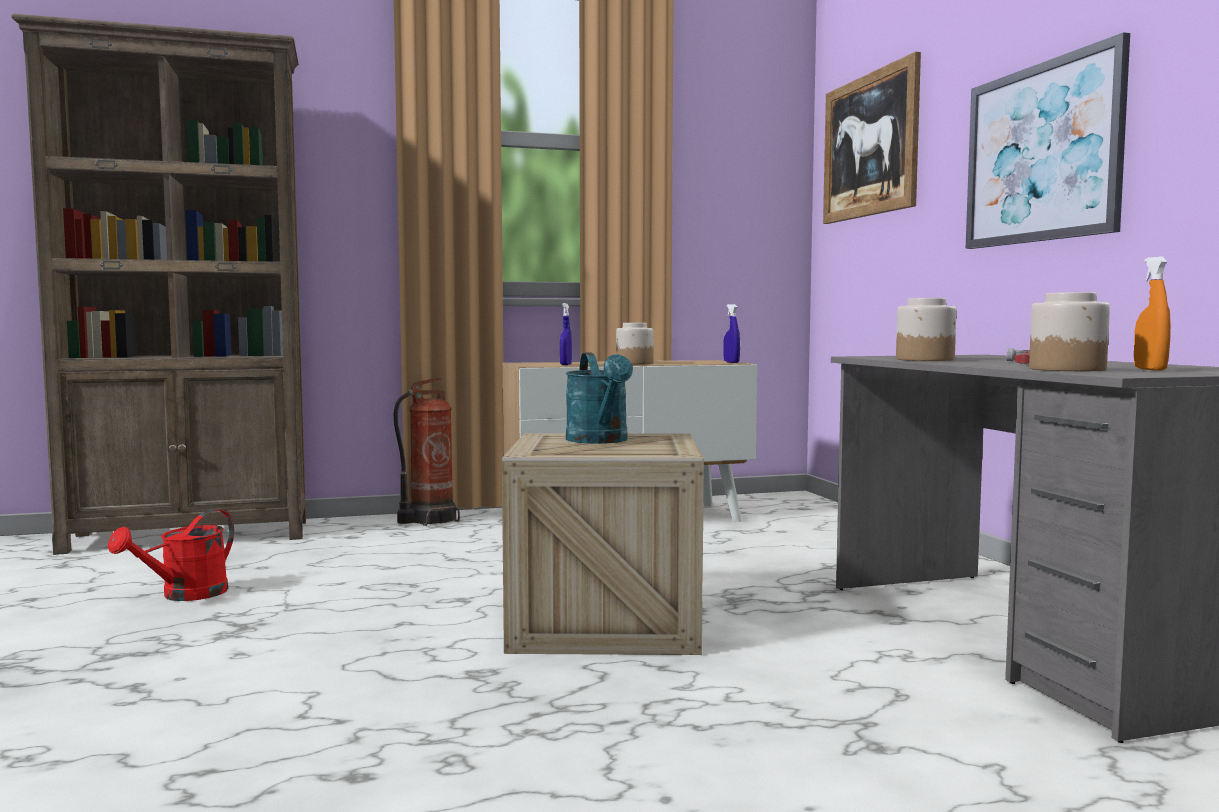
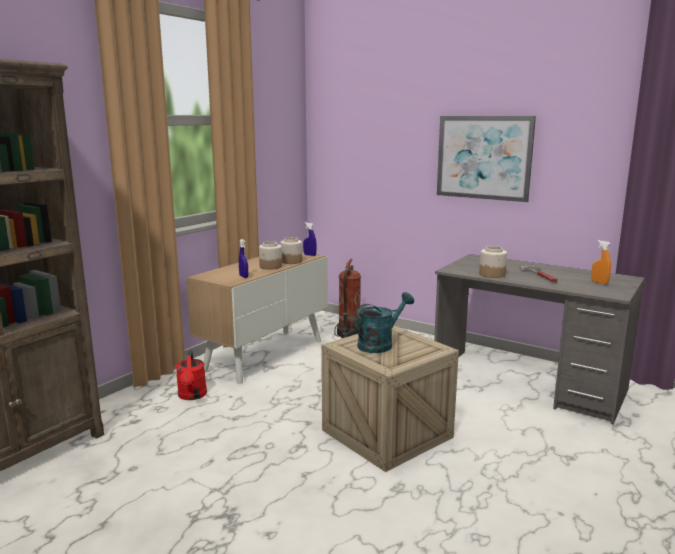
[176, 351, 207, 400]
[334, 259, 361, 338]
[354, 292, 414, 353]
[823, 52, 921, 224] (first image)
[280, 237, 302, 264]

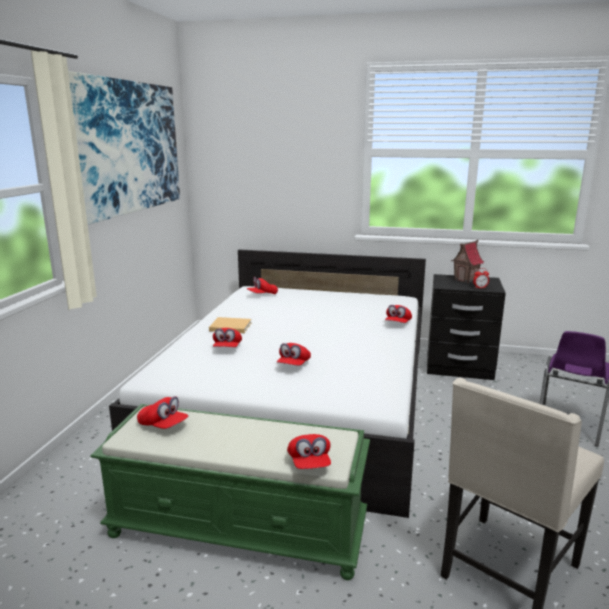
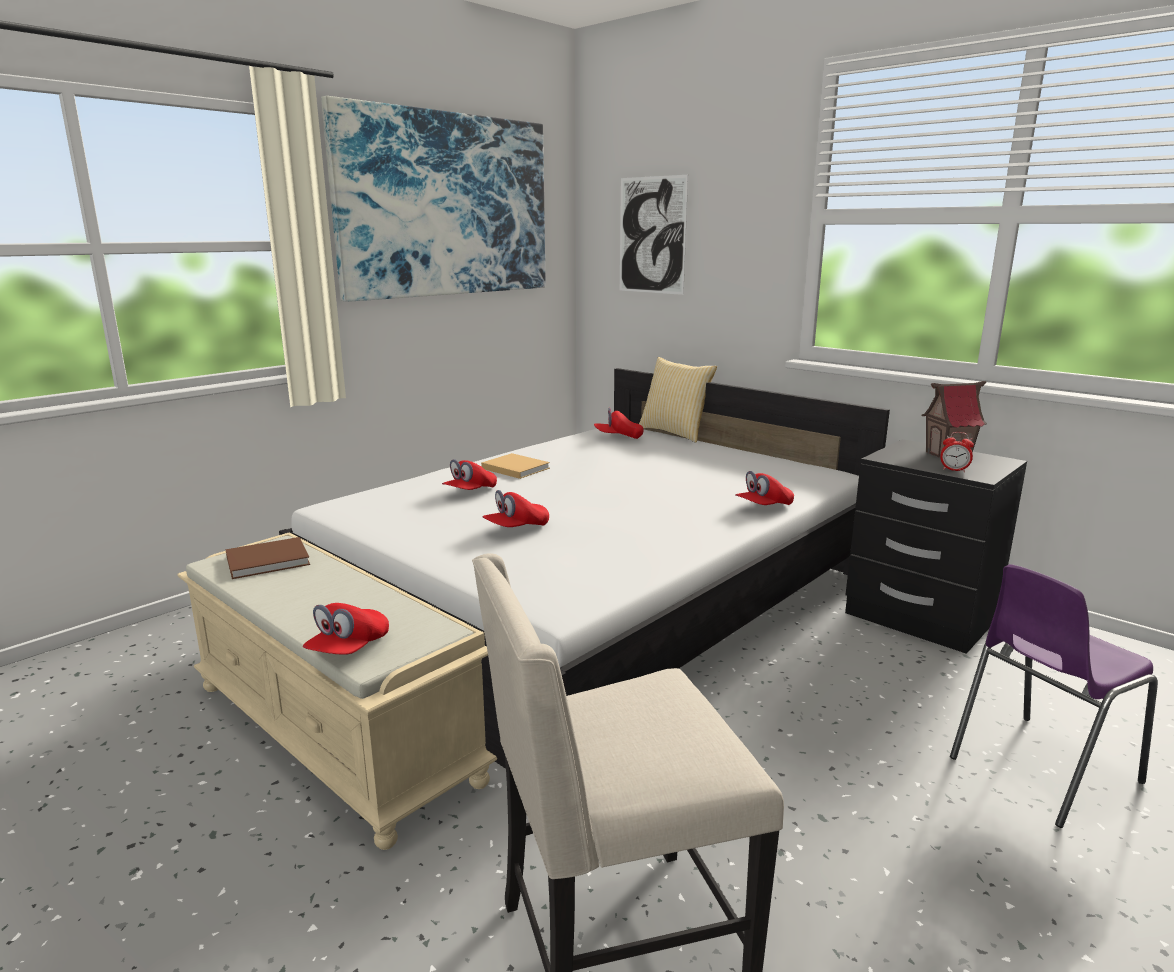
[177, 532, 497, 850]
[226, 537, 310, 579]
[620, 175, 688, 295]
[639, 357, 717, 442]

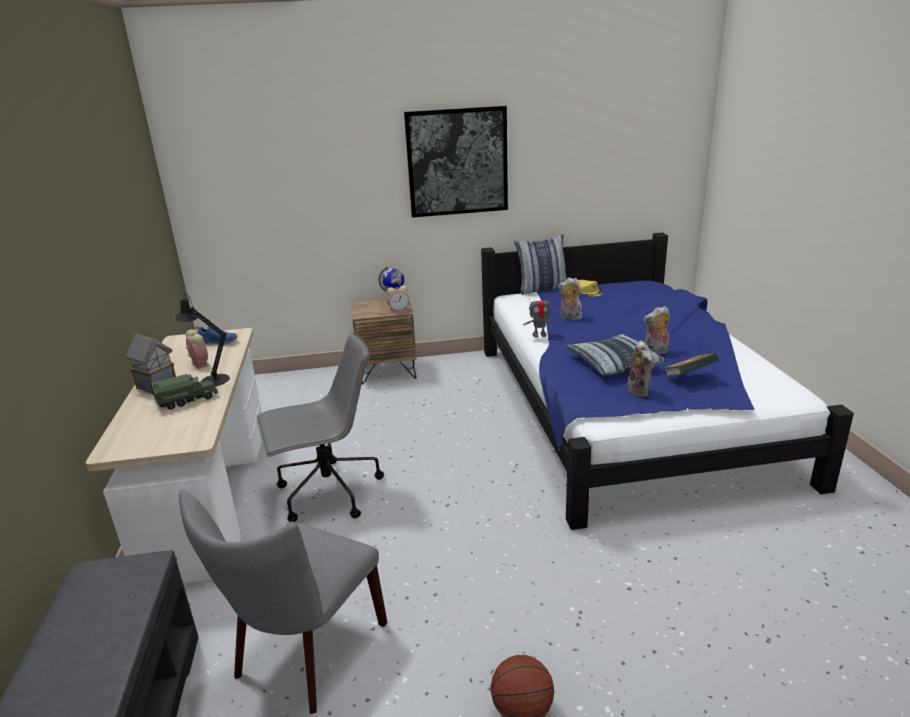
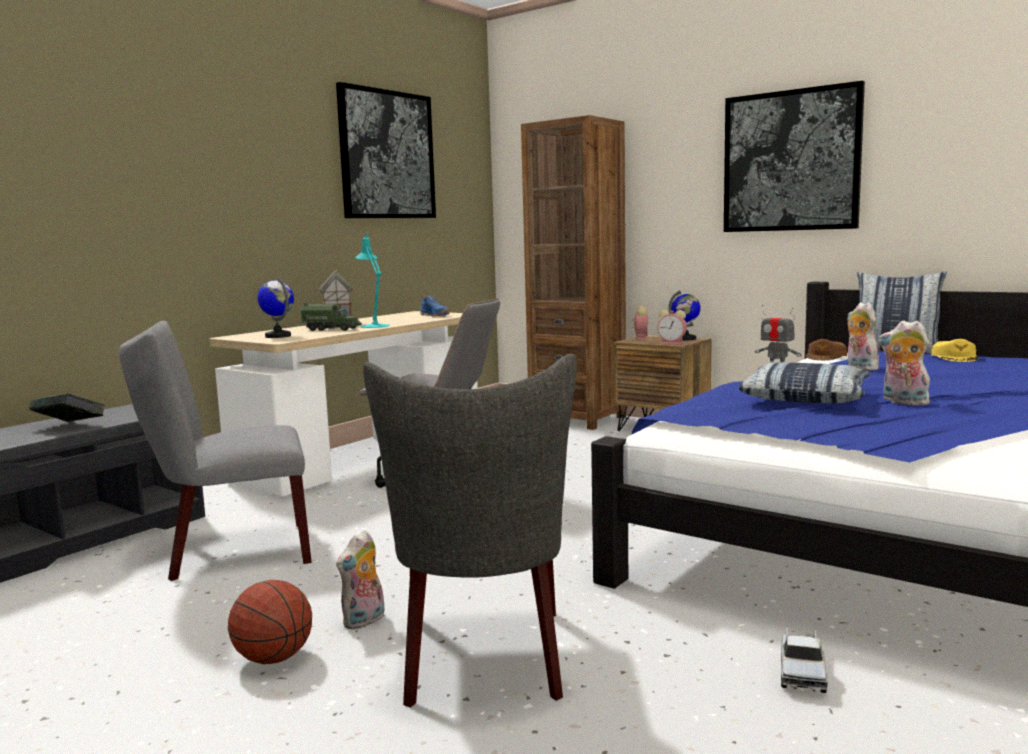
[355, 232, 390, 328]
[632, 306, 648, 340]
[336, 530, 385, 630]
[29, 393, 106, 422]
[257, 276, 294, 338]
[336, 82, 436, 218]
[363, 354, 577, 708]
[521, 115, 626, 430]
[781, 626, 828, 693]
[806, 339, 847, 360]

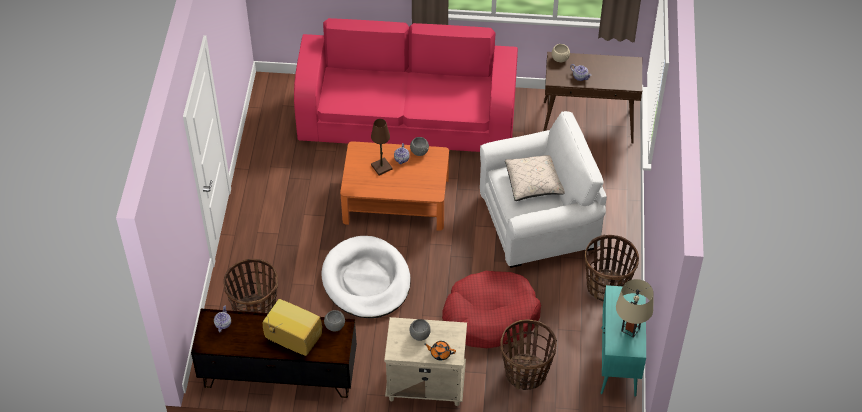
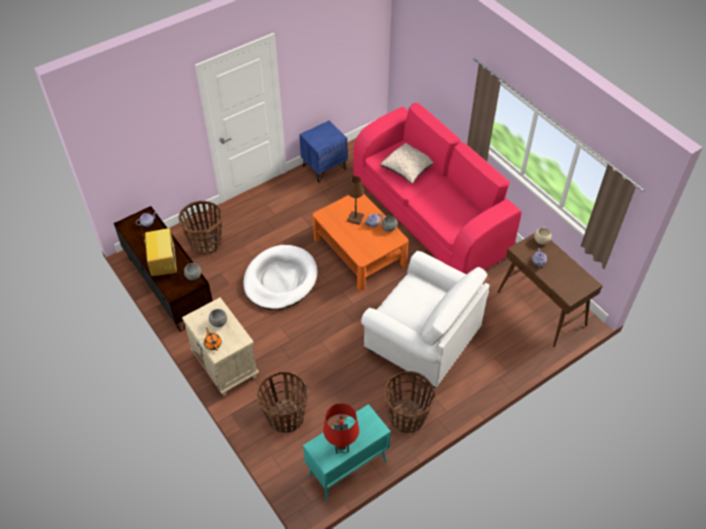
[442, 271, 541, 348] (first image)
[380, 143, 434, 184]
[323, 403, 359, 453]
[299, 121, 347, 183]

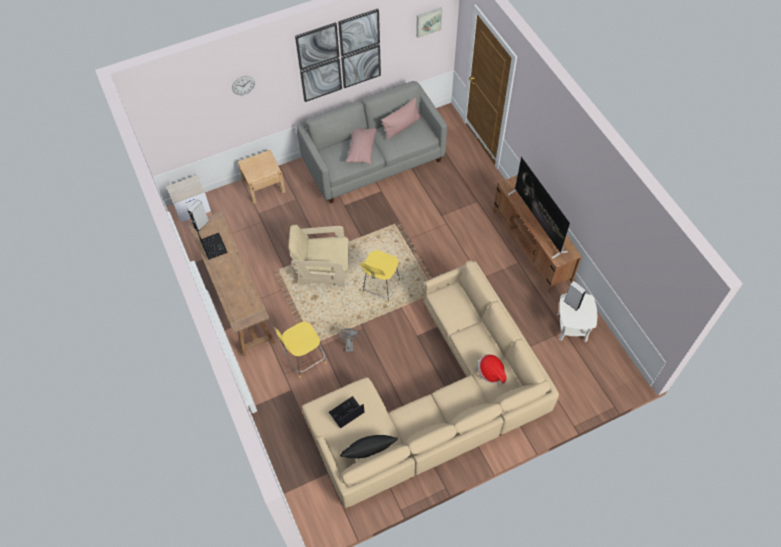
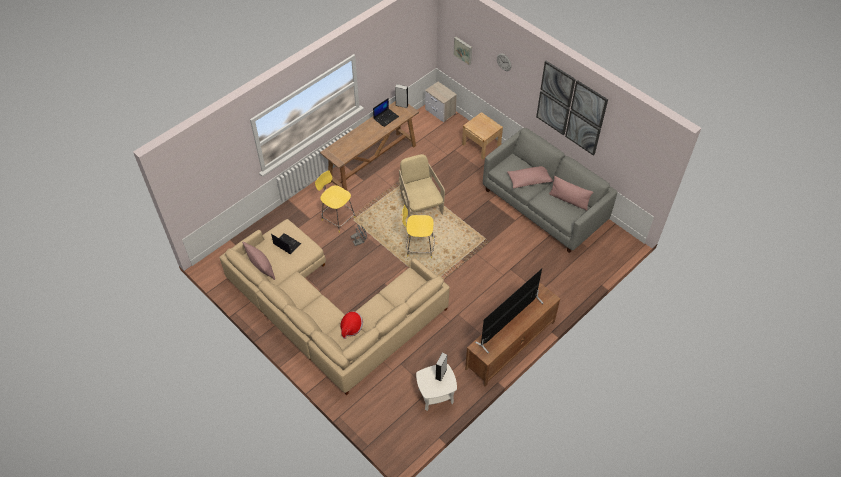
[242, 241, 275, 280]
[453, 37, 472, 65]

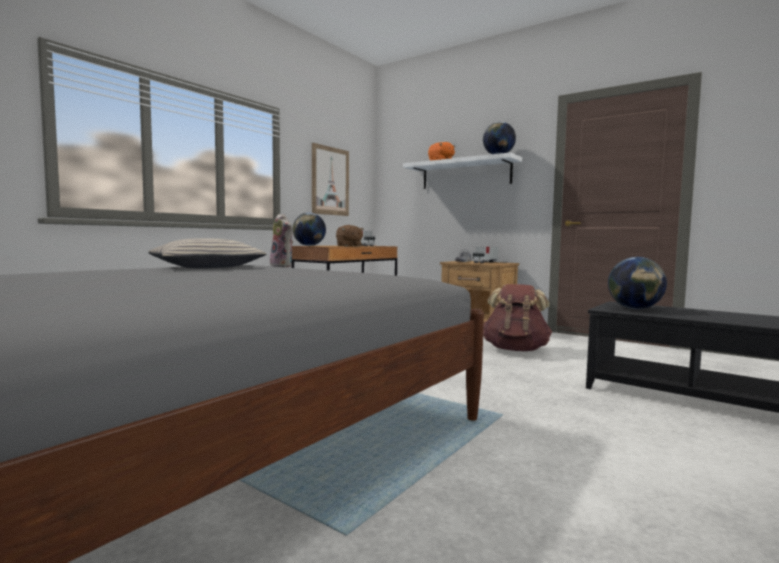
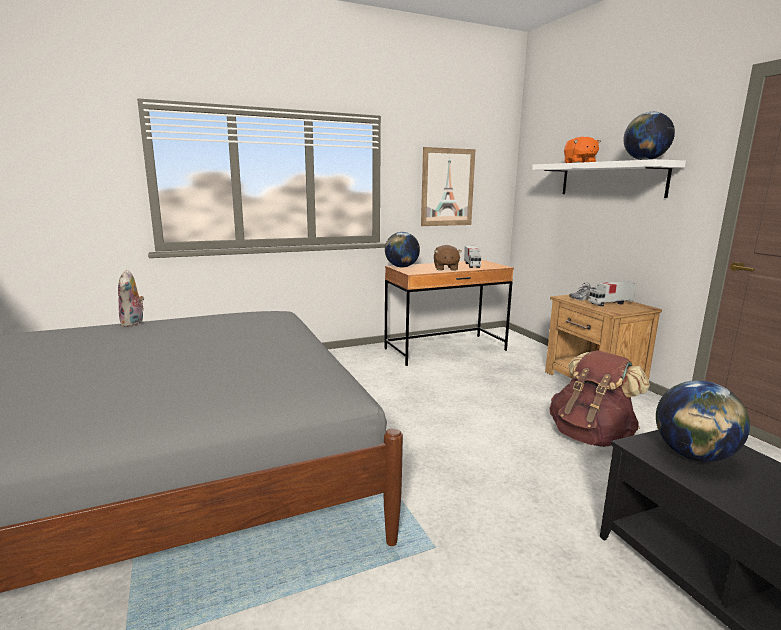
[149, 238, 266, 268] (first image)
[118, 270, 144, 327]

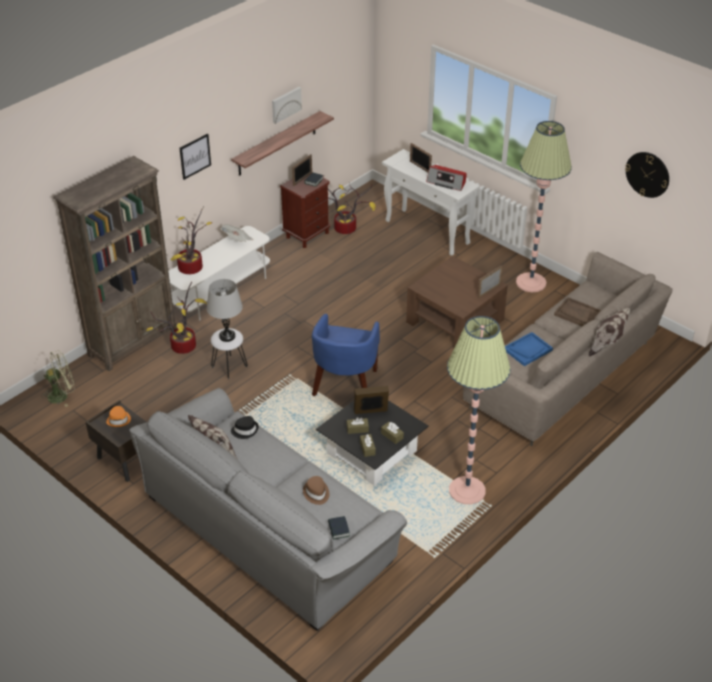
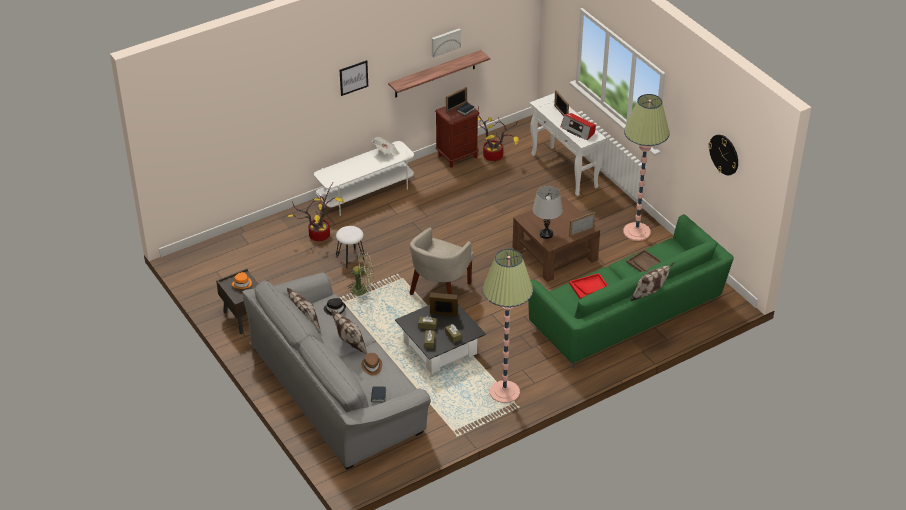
[346, 252, 374, 296]
[53, 156, 176, 371] (first image)
[170, 206, 212, 274] (first image)
[533, 186, 563, 239]
[409, 228, 474, 295]
[528, 214, 734, 368]
[569, 273, 608, 299]
[332, 310, 367, 355]

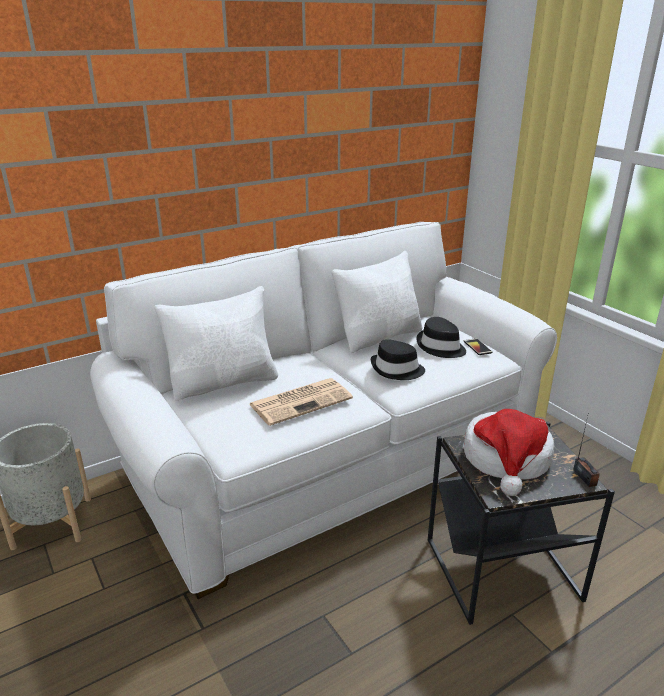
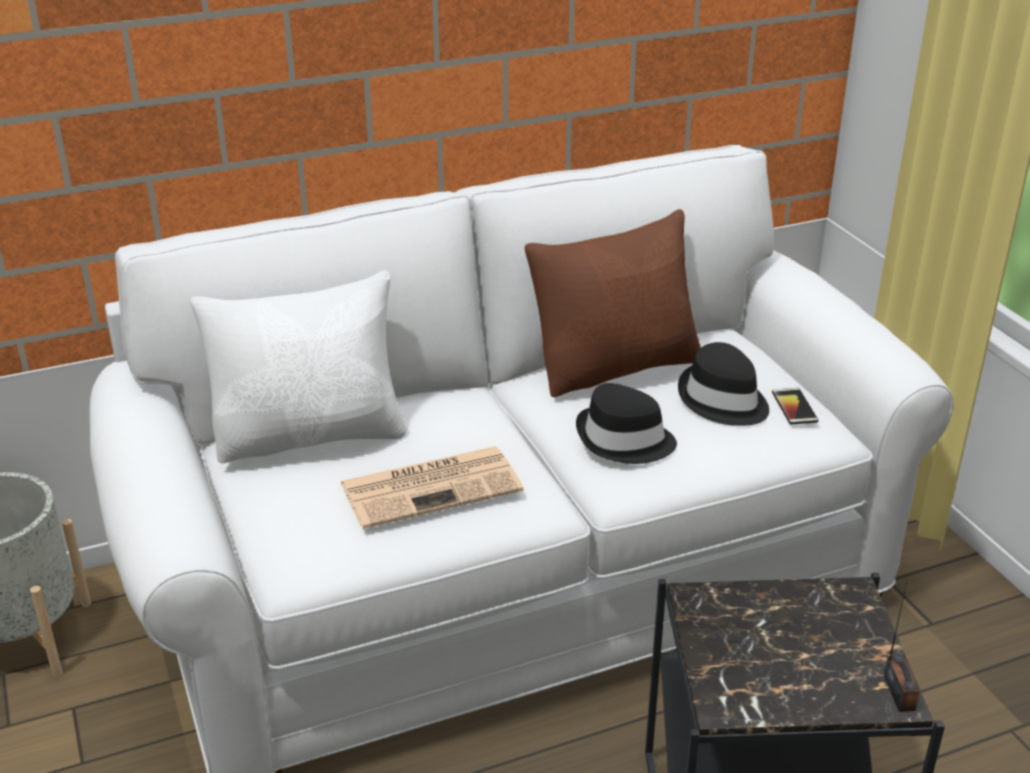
[525, 209, 701, 397]
[464, 409, 554, 496] (first image)

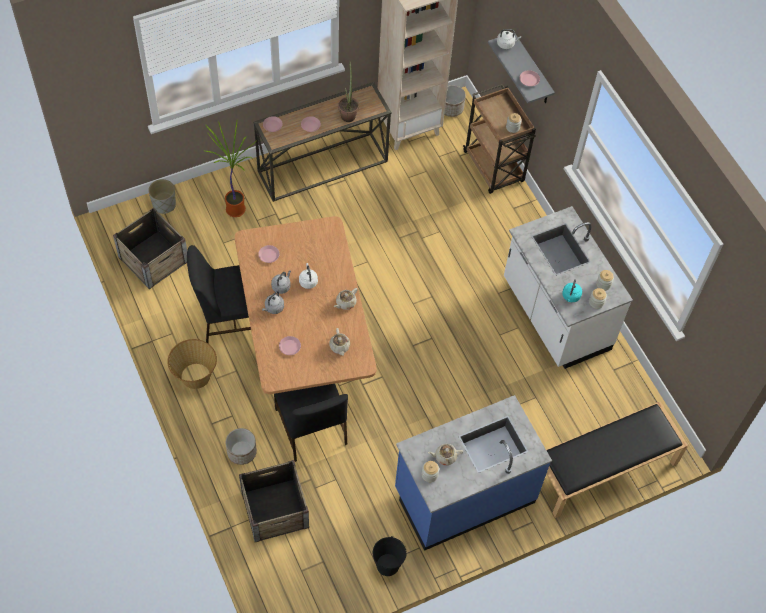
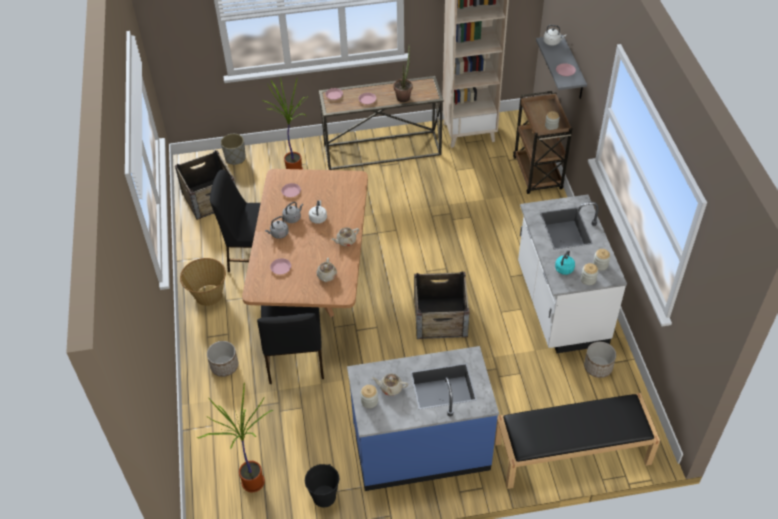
[414, 271, 470, 339]
[584, 342, 616, 378]
[196, 383, 273, 492]

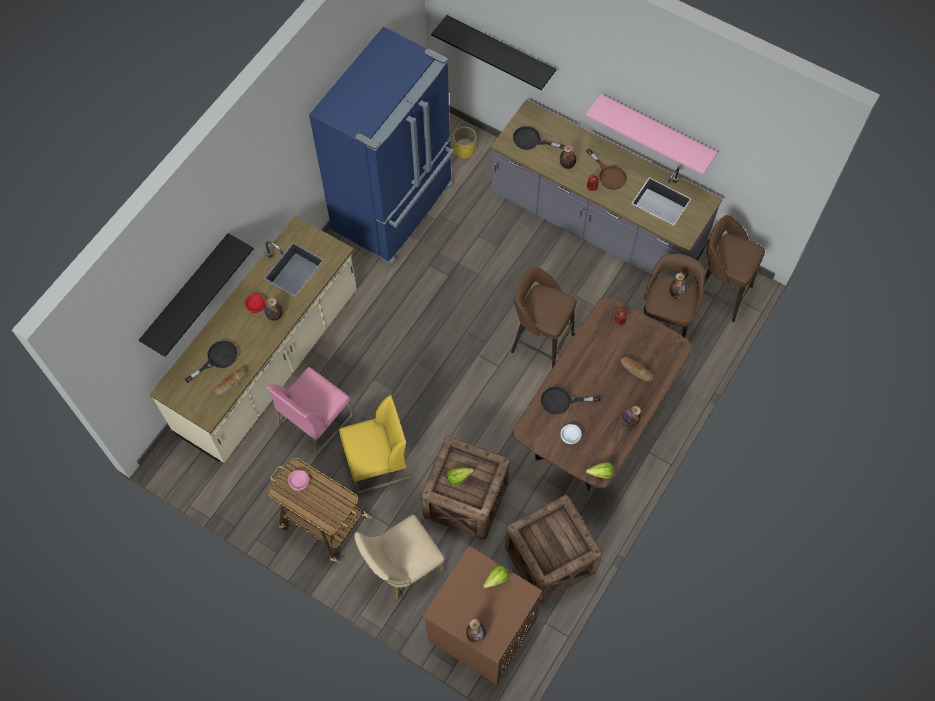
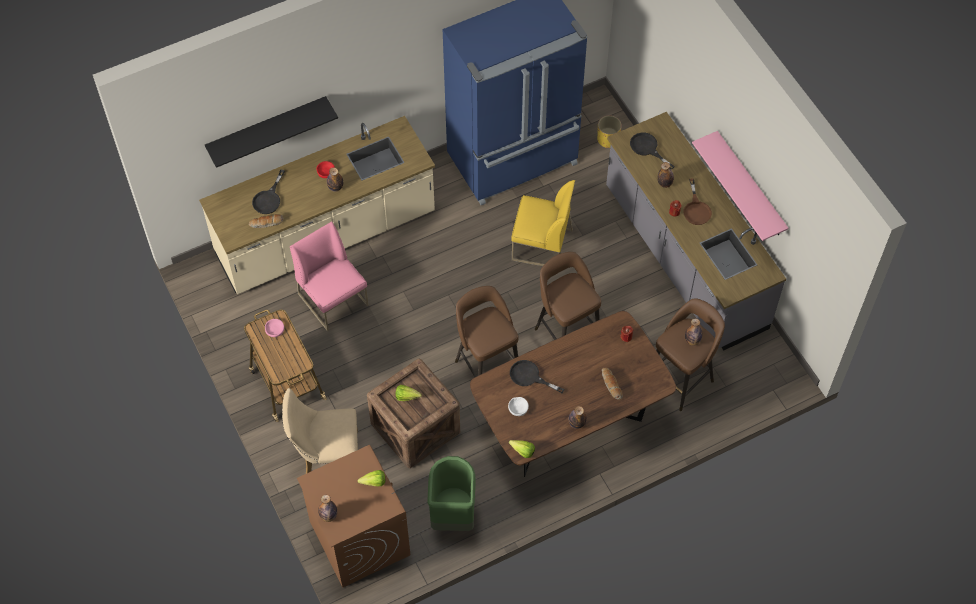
[252, 170, 285, 214]
[290, 221, 369, 331]
[511, 180, 575, 266]
[431, 15, 556, 90] (first image)
[427, 456, 476, 531]
[455, 286, 518, 377]

